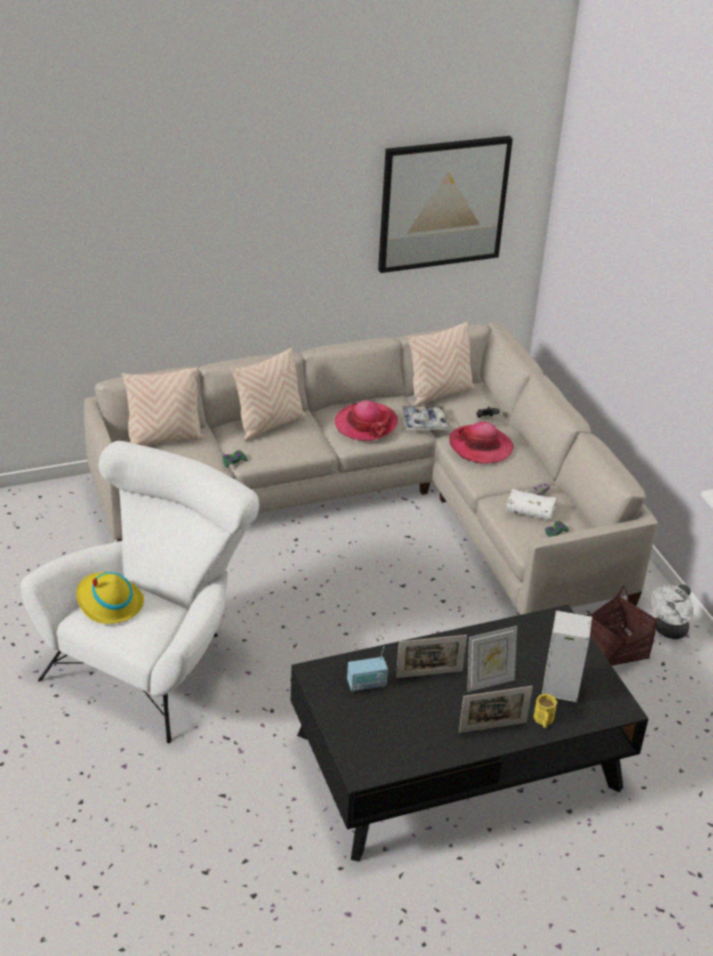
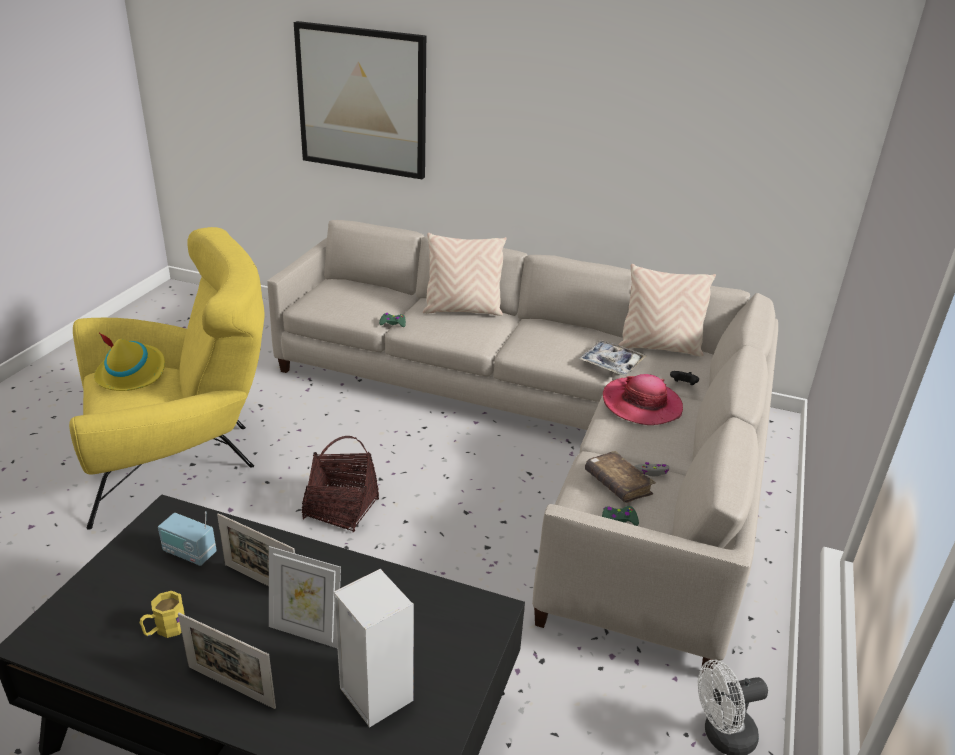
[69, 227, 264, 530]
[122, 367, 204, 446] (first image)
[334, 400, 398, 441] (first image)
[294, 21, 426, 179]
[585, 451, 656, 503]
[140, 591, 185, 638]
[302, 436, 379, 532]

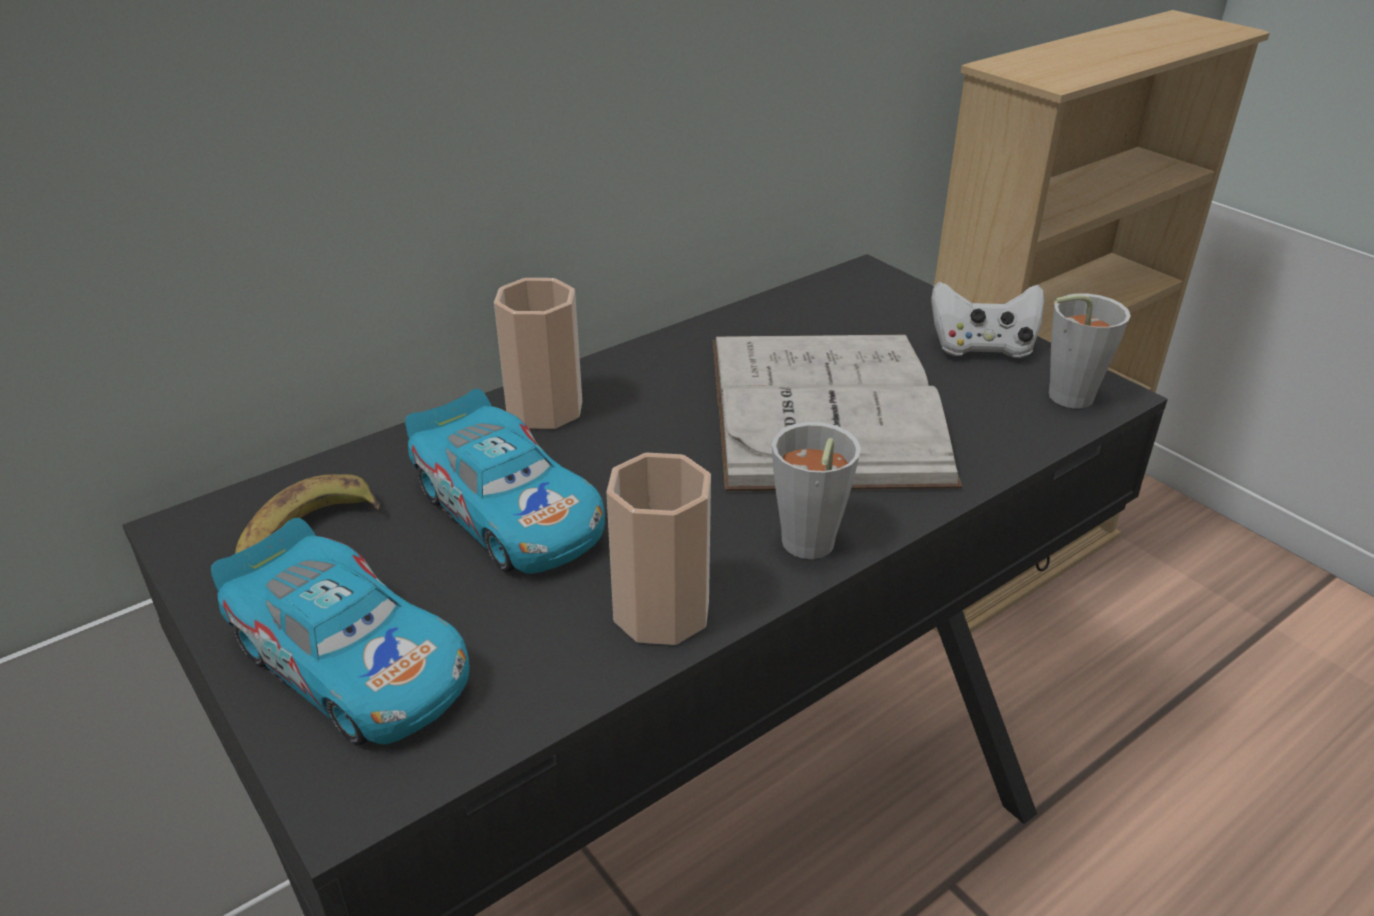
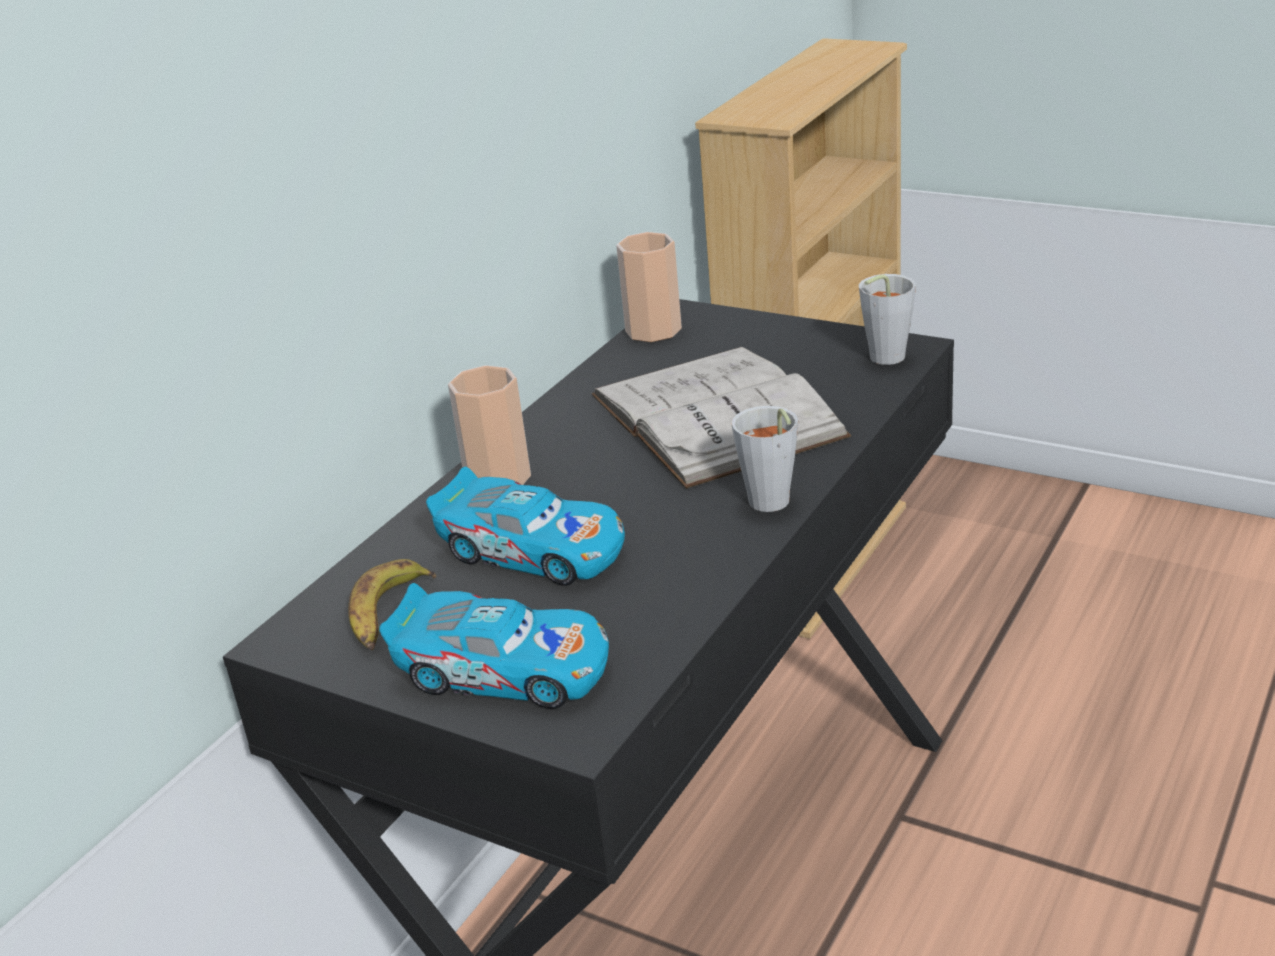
[616, 232, 682, 342]
[931, 282, 1044, 358] (first image)

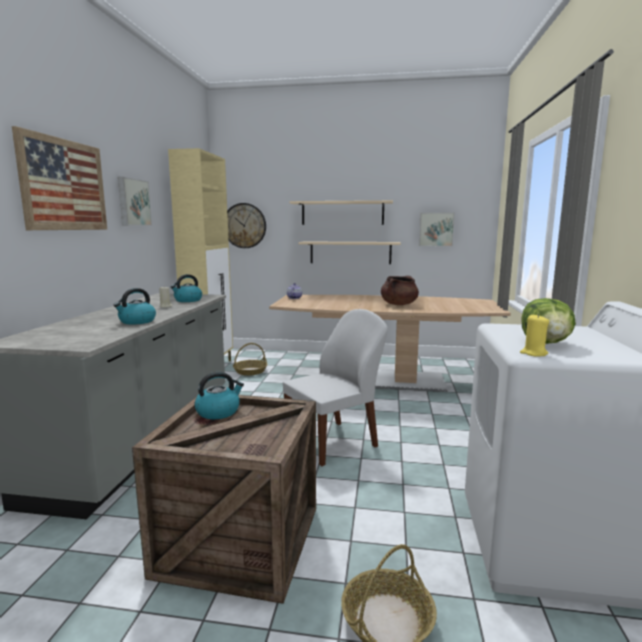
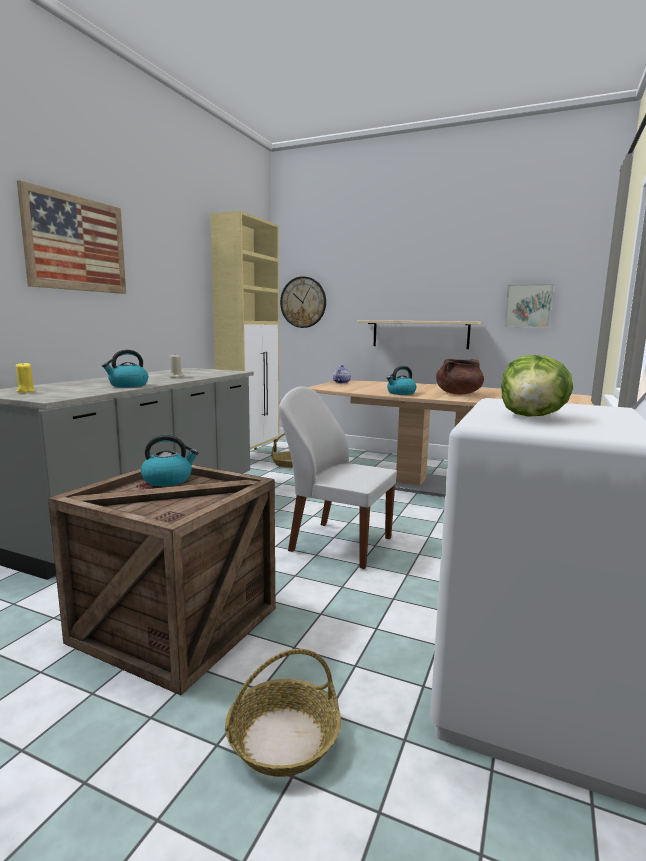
[118, 177, 152, 226] (first image)
[387, 366, 416, 395]
[279, 387, 397, 569]
[290, 200, 393, 225] (first image)
[16, 362, 36, 393]

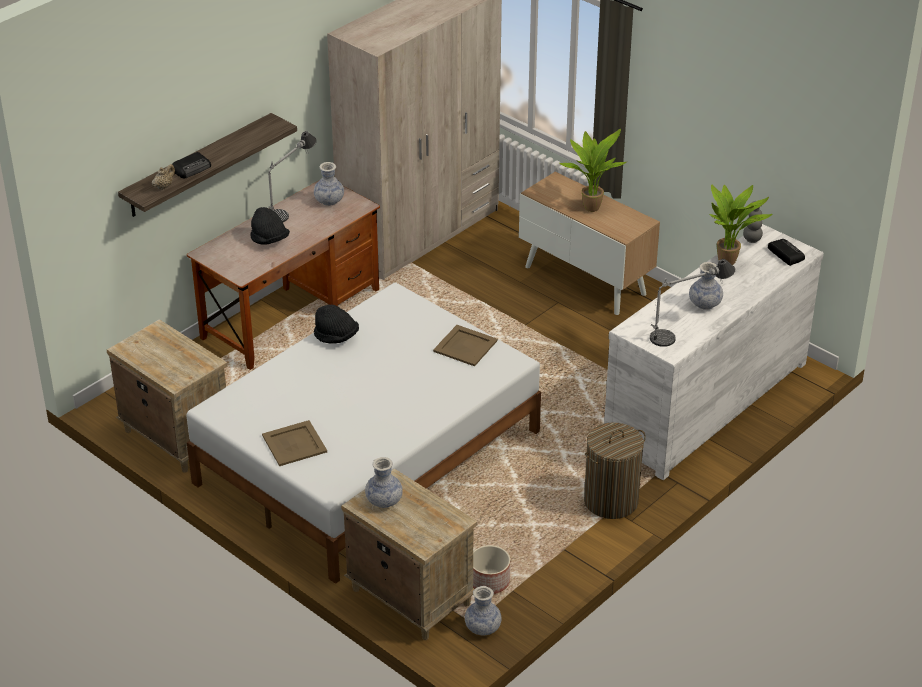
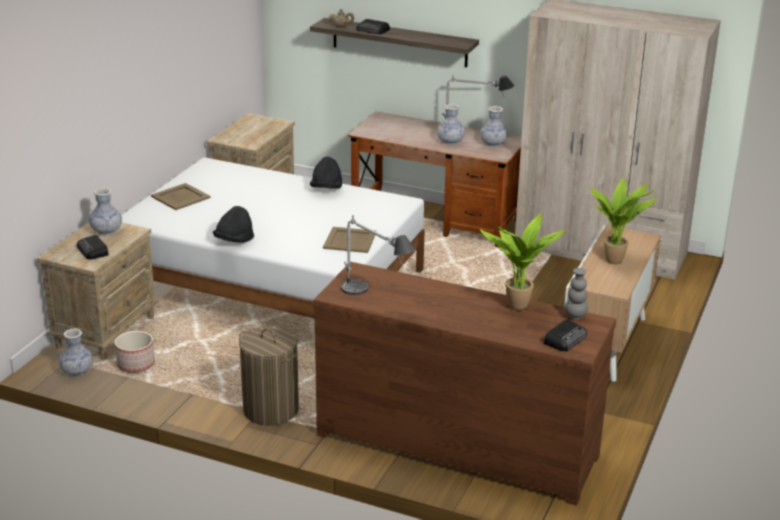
[213, 206, 254, 243]
[313, 262, 616, 506]
[437, 104, 465, 145]
[77, 235, 109, 259]

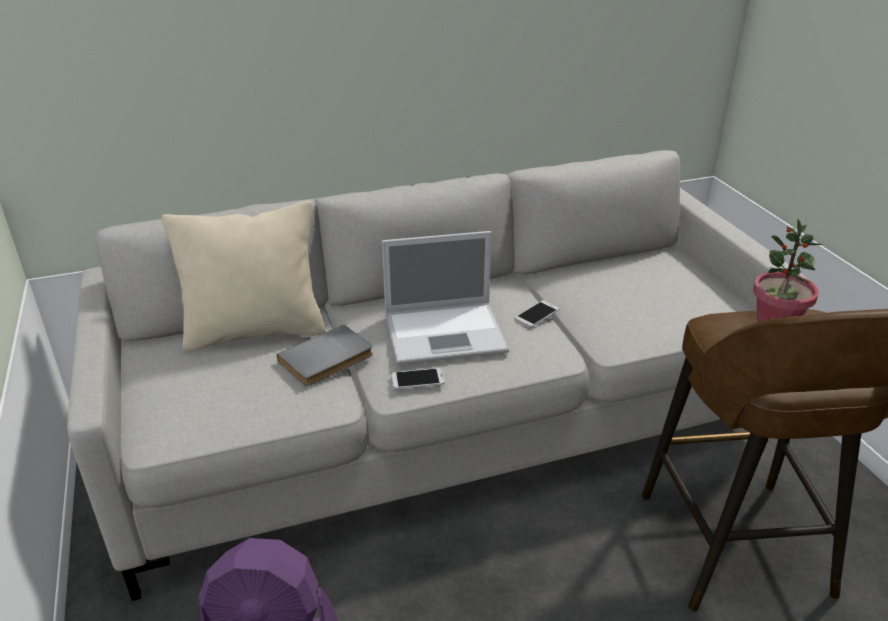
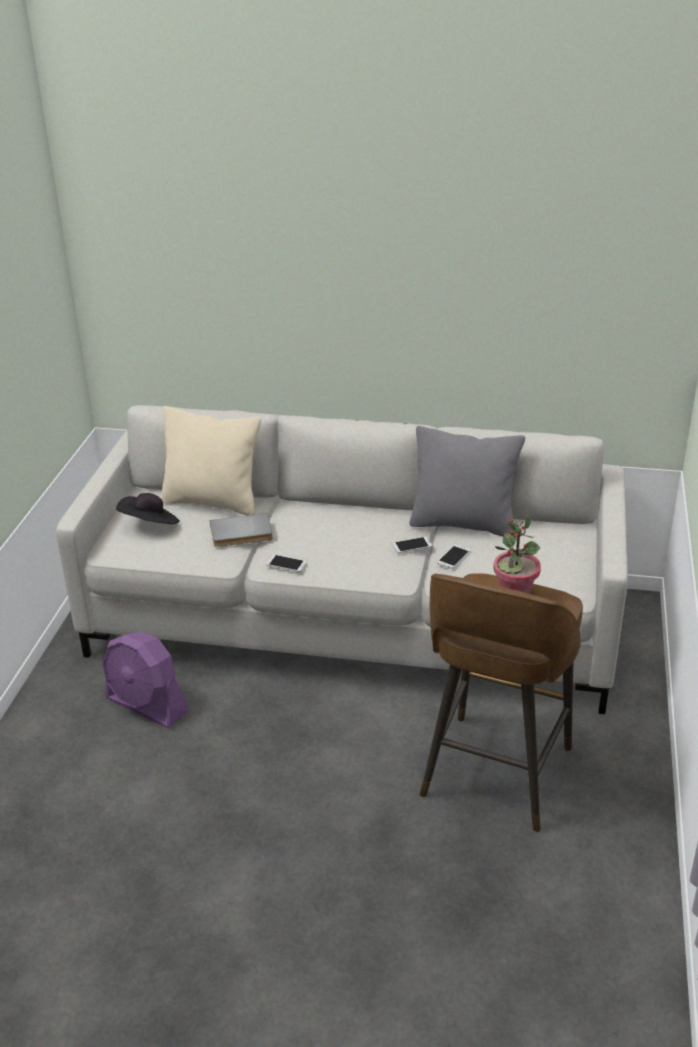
[382, 231, 509, 365] (first image)
[116, 493, 180, 524]
[409, 426, 525, 537]
[437, 544, 471, 569]

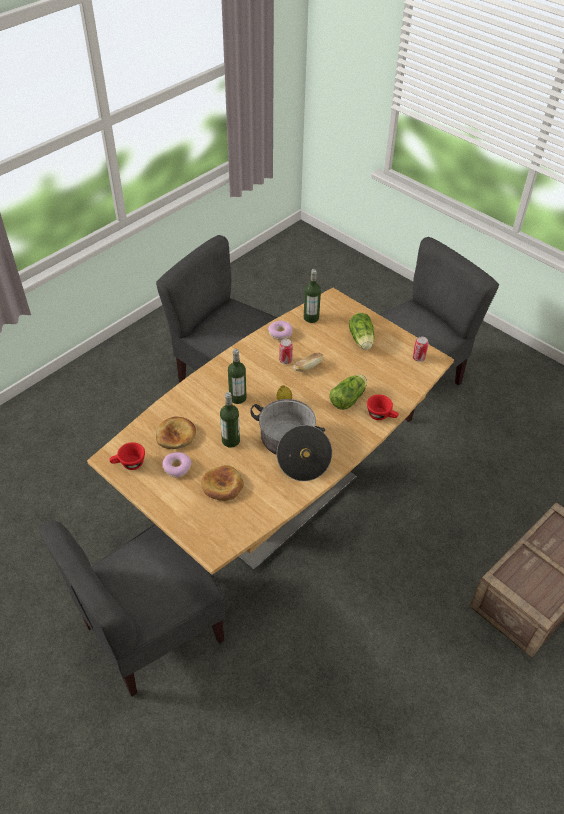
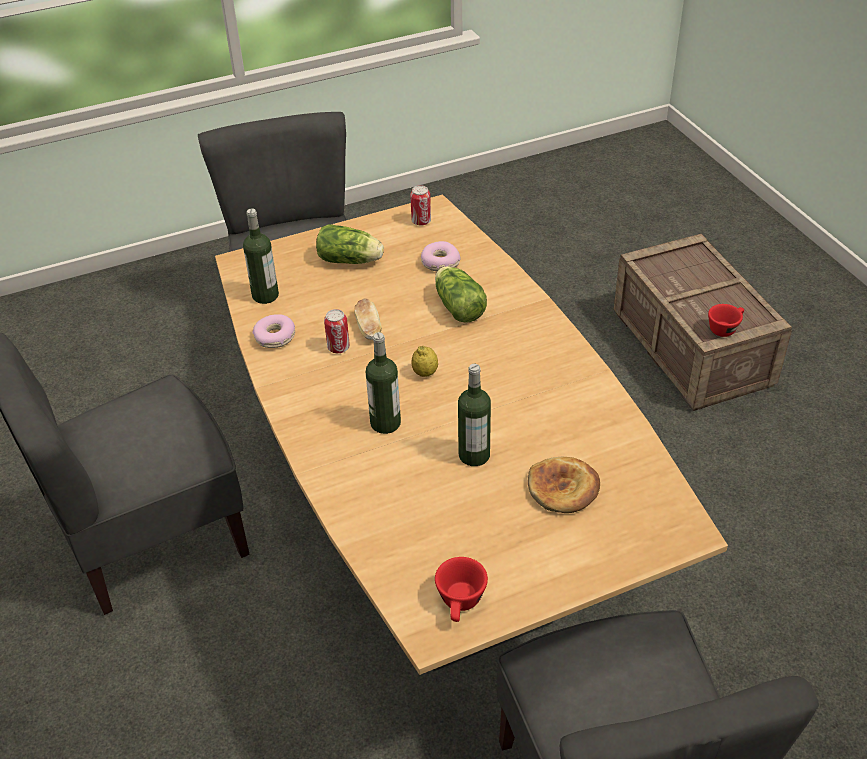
[156, 416, 196, 449] (first image)
[421, 241, 461, 271]
[250, 399, 332, 481] (first image)
[708, 304, 744, 337]

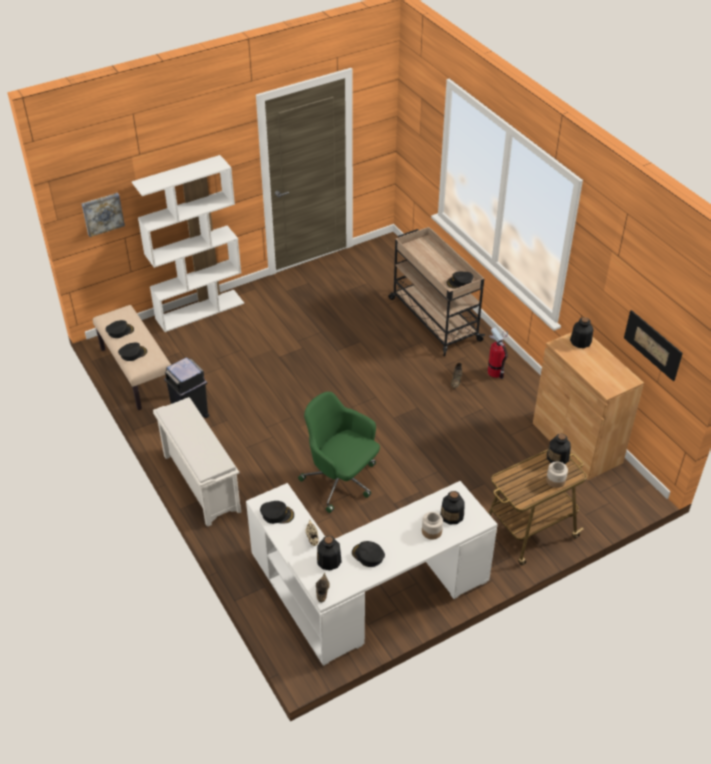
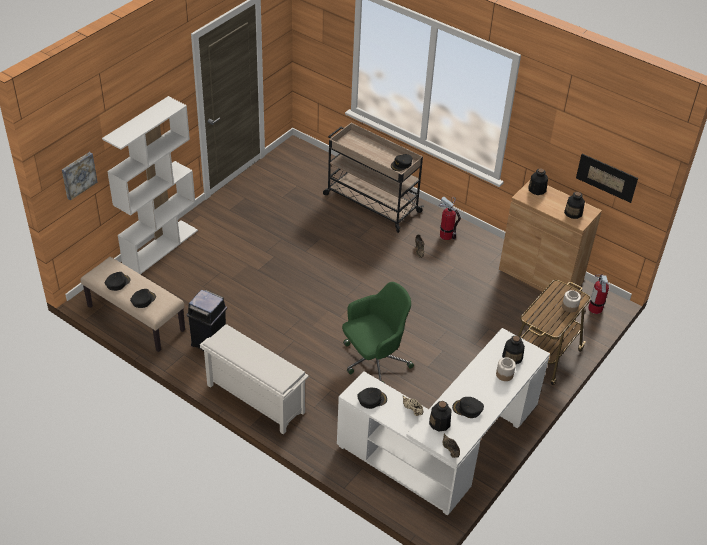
[342, 282, 414, 383]
[564, 192, 585, 219]
[588, 274, 609, 314]

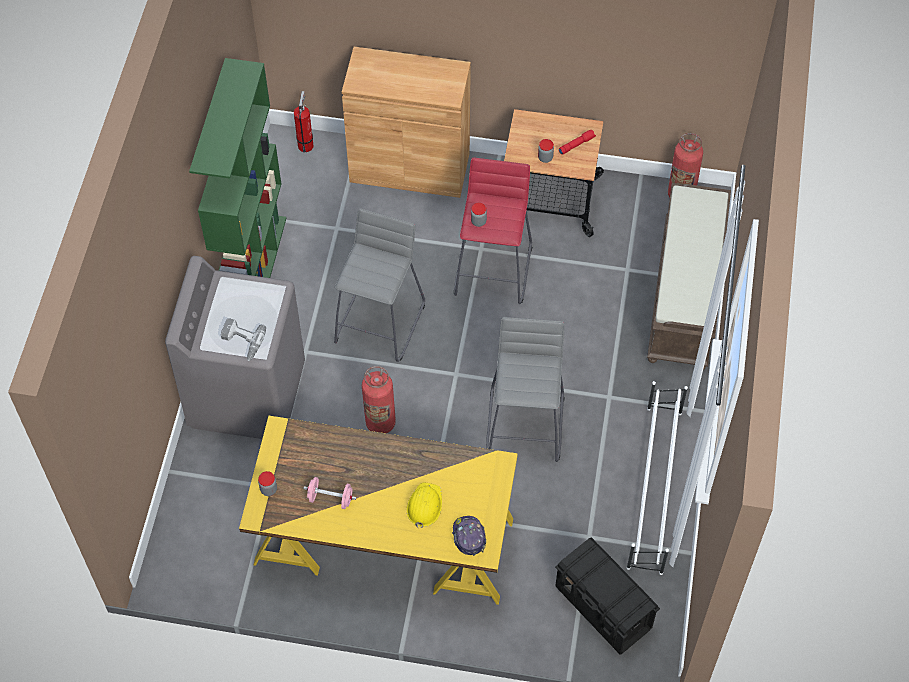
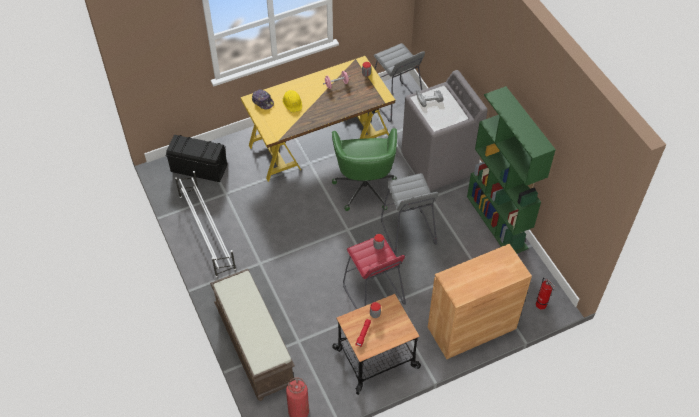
[332, 128, 397, 211]
[374, 43, 425, 122]

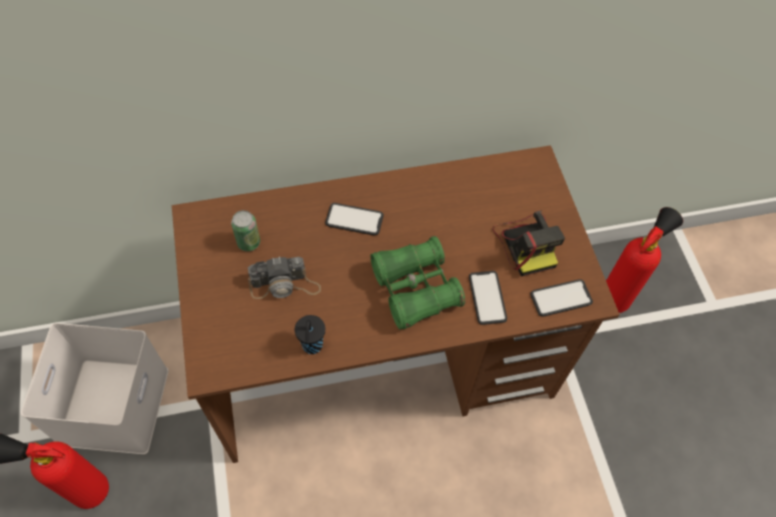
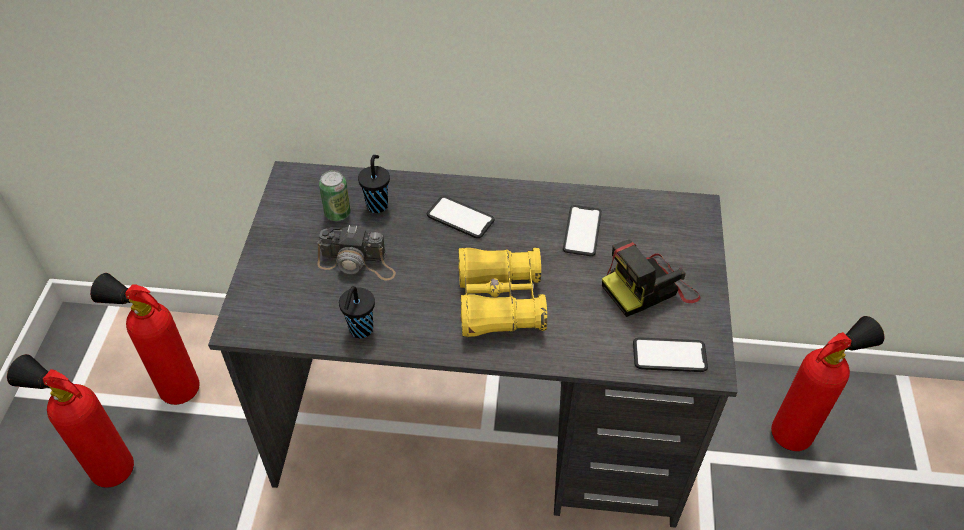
[90, 273, 200, 405]
[208, 161, 738, 528]
[459, 248, 547, 337]
[563, 205, 602, 256]
[602, 240, 700, 317]
[358, 155, 390, 213]

